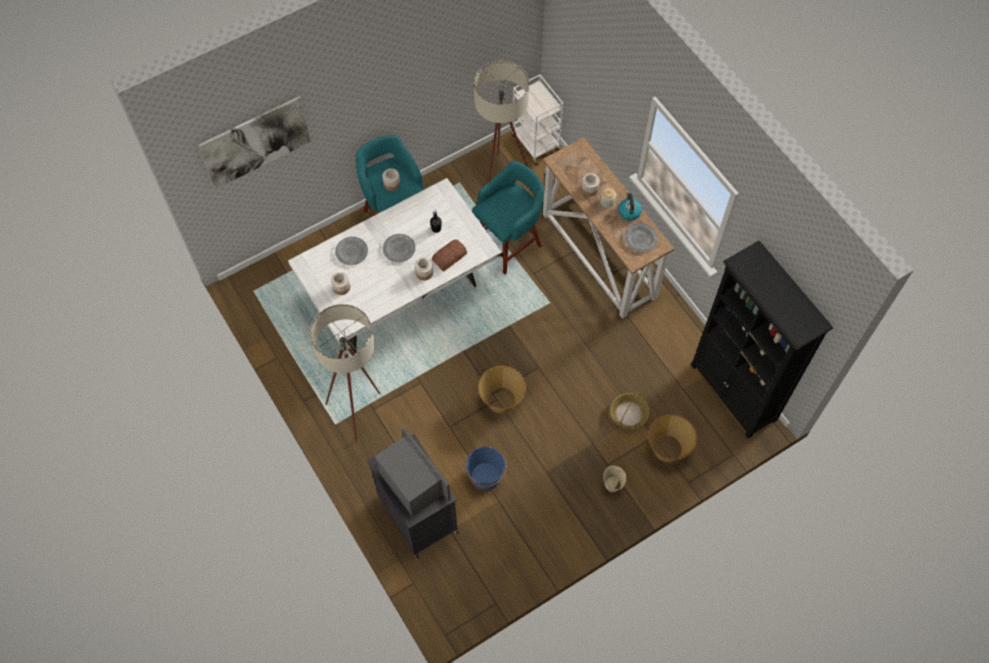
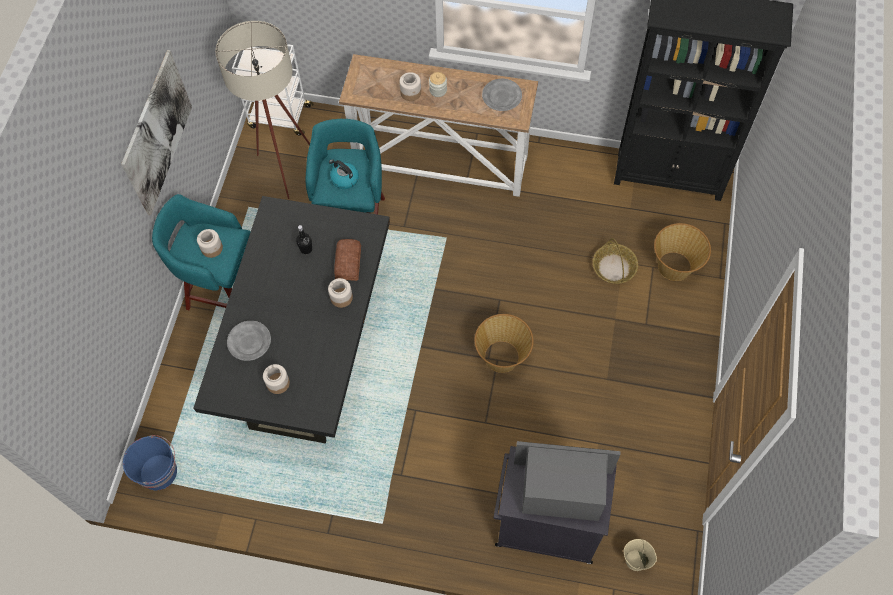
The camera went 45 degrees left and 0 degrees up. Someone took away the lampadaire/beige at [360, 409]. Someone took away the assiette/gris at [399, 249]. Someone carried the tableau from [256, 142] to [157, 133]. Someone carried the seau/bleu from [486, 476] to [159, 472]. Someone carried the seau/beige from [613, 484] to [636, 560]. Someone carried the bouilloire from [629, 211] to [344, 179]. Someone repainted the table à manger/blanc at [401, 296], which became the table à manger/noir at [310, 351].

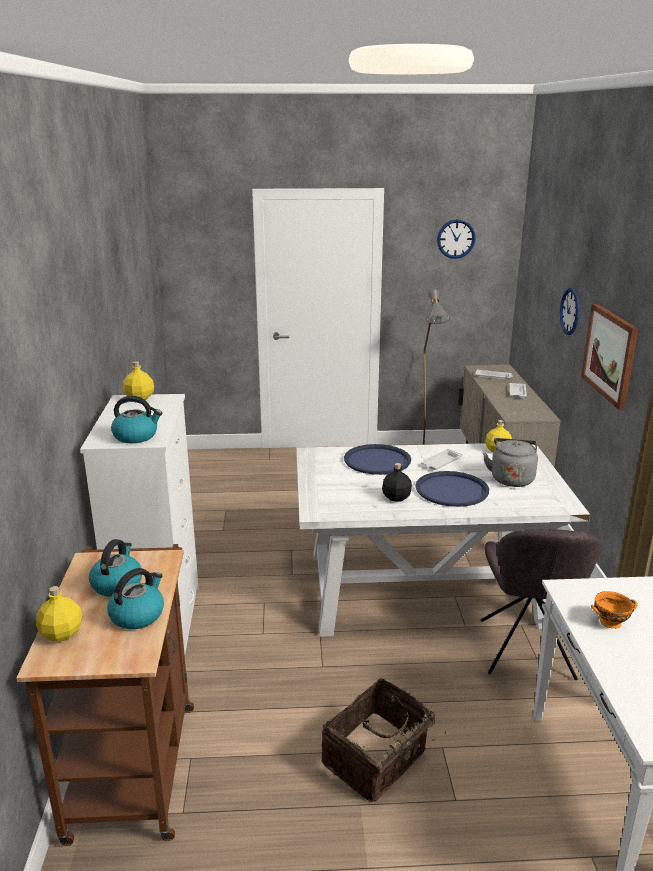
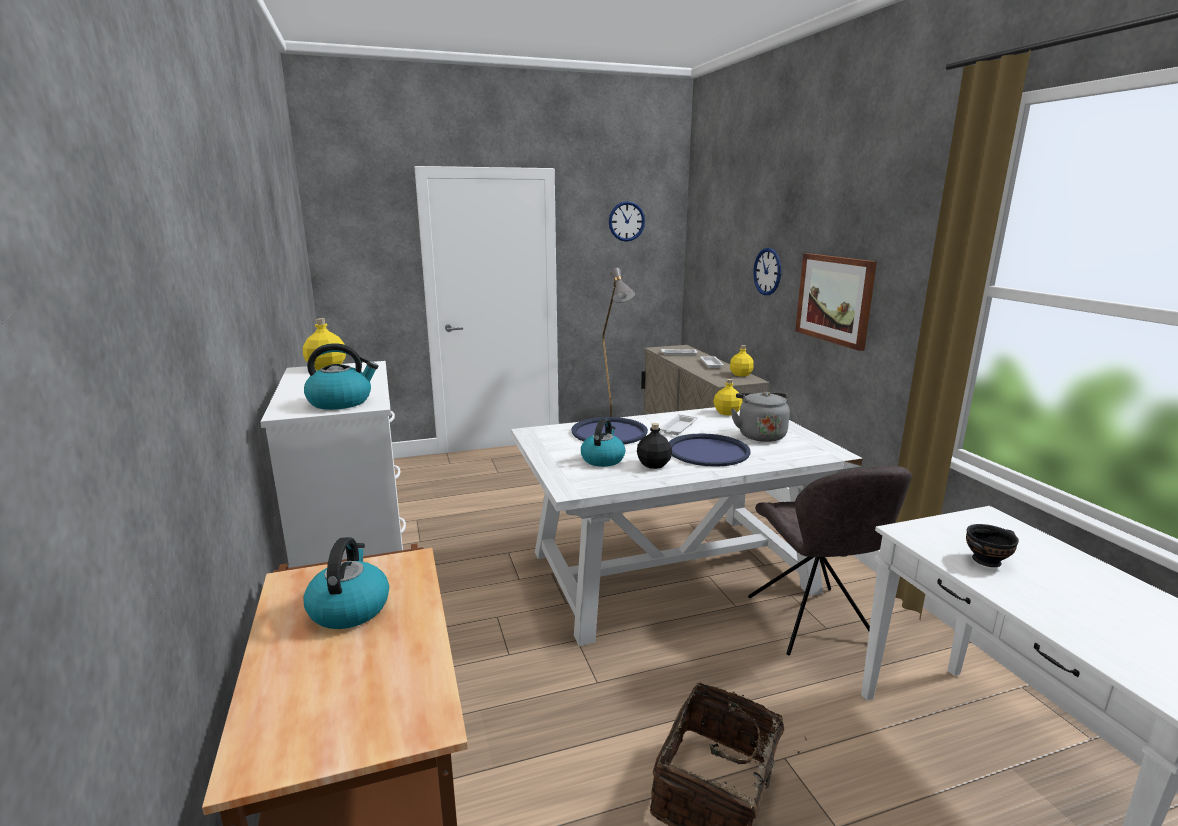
The camera went 15 degrees left and 5 degrees down. Someone carried the bouteille/jaune from [62, 633] to [741, 374]. Someone carried the bouilloire from [138, 615] to [603, 459]. Someone repainted the bol/orange at [611, 622], which became the bol/noir at [987, 560].

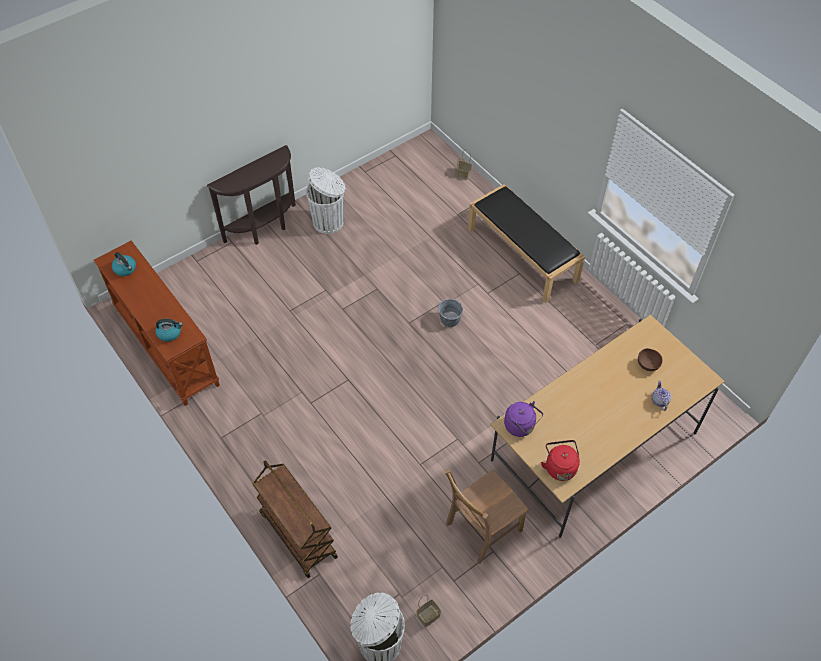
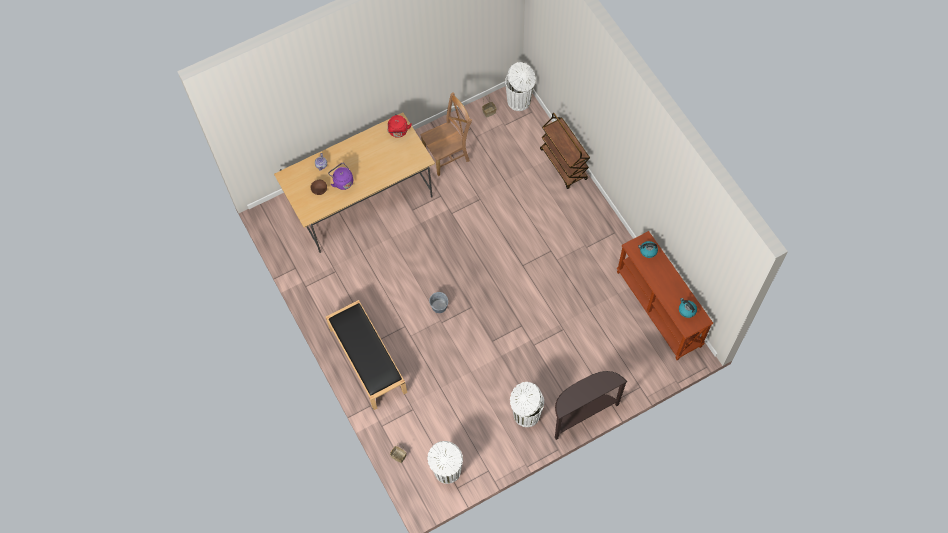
The camera went 170 degrees left and 10 degrees up. Someone put down the poubelle/blanc at [447, 471]. Someone carried the bouilloire/violet from [521, 426] to [342, 181].

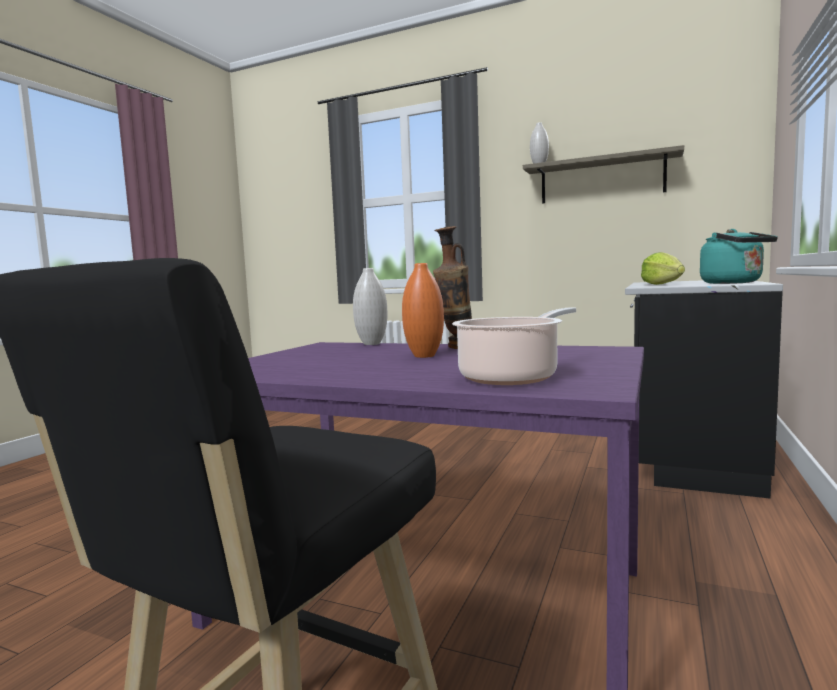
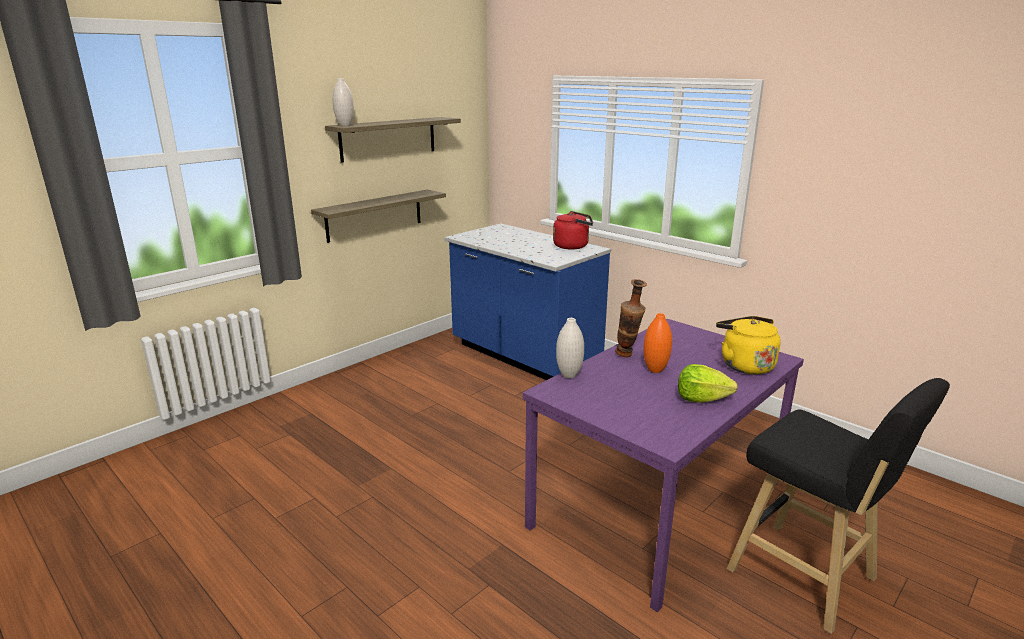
The camera went 70 degrees left and 15 degrees up. Someone put up the étagère at [374, 215]. Someone carried the laitue from [662, 284] to [701, 399]. Someone swapped the marmite at [512, 377] for the bouilloire/jaune at [744, 365]. Someone repainted the comptoir de cuisine/noir at [687, 453], which became the comptoir de cuisine/bleu at [524, 357]. Someone repainted the bouilloire/turquoise at [734, 283], which became the bouilloire/rouge at [573, 246].

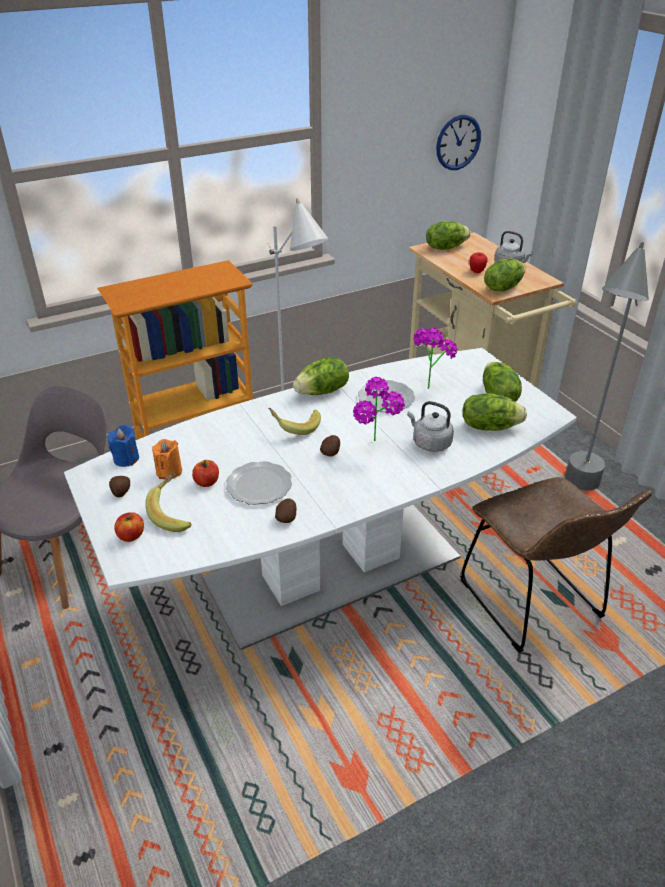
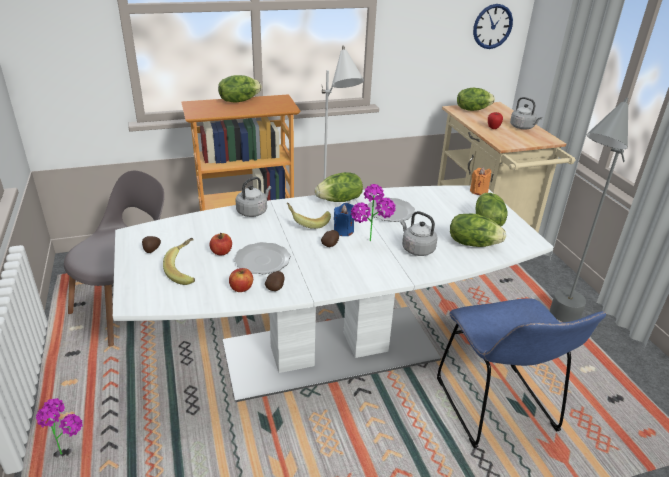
The camera went 10 degrees right and 5 degrees down. Someone put down the bouilloire/gris at [253, 211]. Someone carried the bougie/bleu from [126, 459] to [343, 231]. Someone carried the pomme from [131, 536] to [241, 288]. Someone carried the bougie/orange from [169, 471] to [478, 191]. Someone carried the plante en pot from [429, 384] to [68, 448]. Someone carried the laitue from [503, 287] to [239, 100]. Someone repainted the chaise/marron at [534, 604], which became the chaise/bleu at [498, 409].

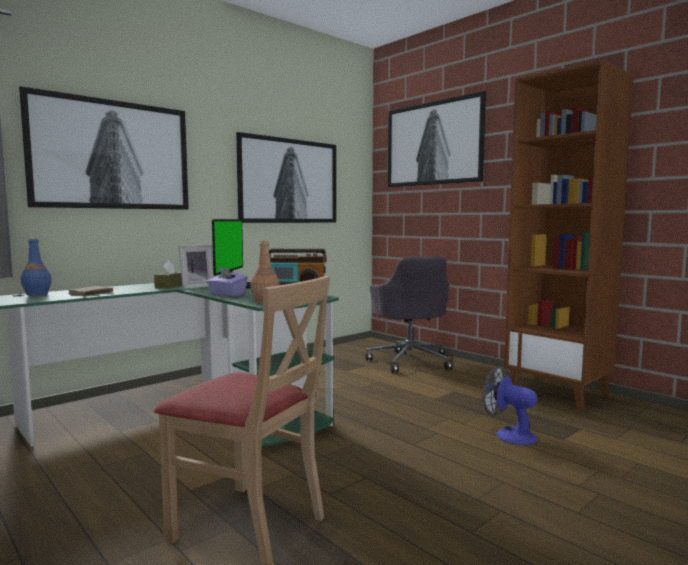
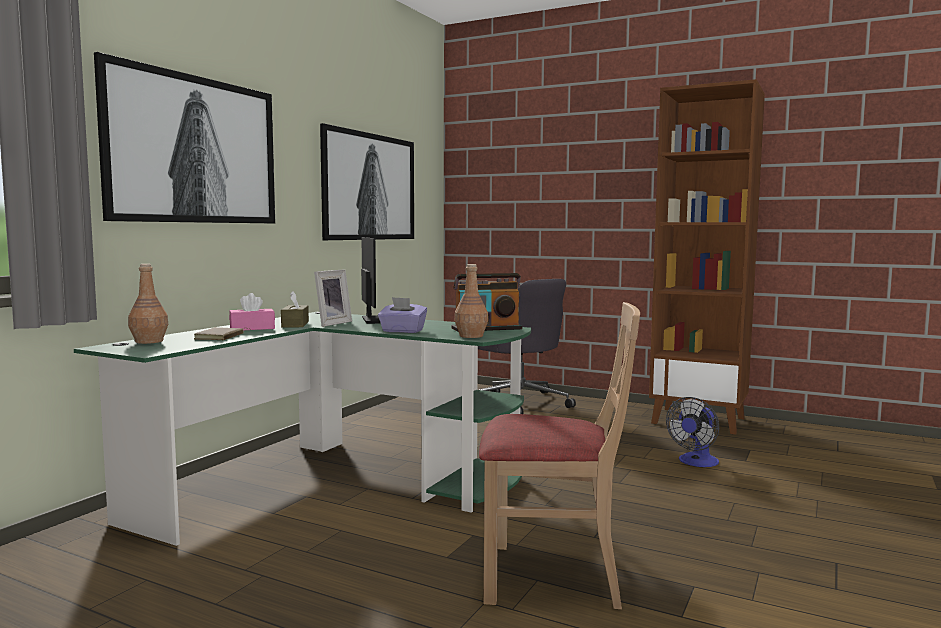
The camera went 20 degrees left and 0 degrees up. Someone took away the tableau at [433, 143]. Someone put down the boîte à mouchoirs/rose at [252, 328]. Someone repainted the bouteille/bleu at [37, 294], which became the bouteille/marron at [149, 341]. Someone rotated the ventilateur at [509, 434] by 75 degrees counterclockwise.

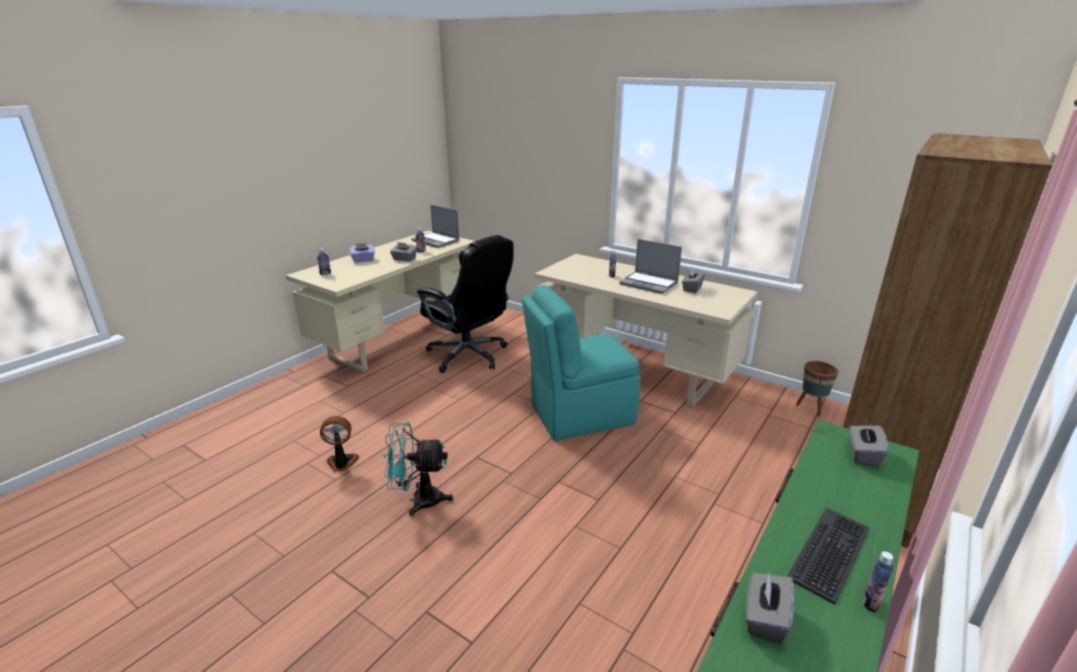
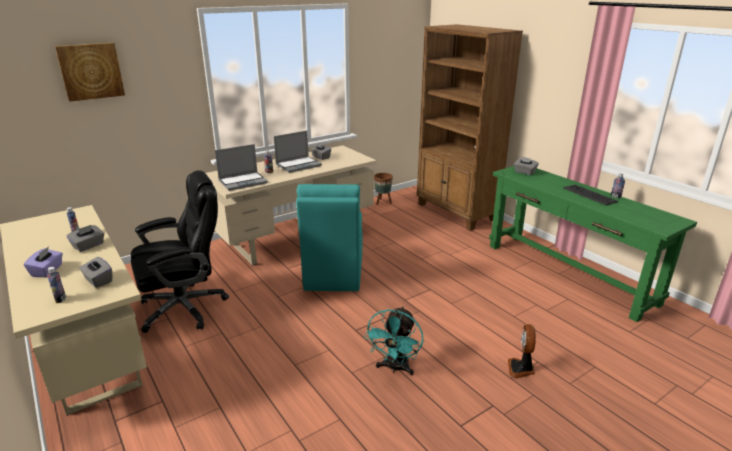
The camera went 70 degrees left and 0 degrees up. Someone put up the tableau at [91, 71]. Someone carried the ventilateur from [342, 463] to [521, 369]. Someone carried the ordinateur portable from [436, 241] to [243, 182]. Someone carried the boîte à mouchoirs/gris from [765, 619] to [98, 280].

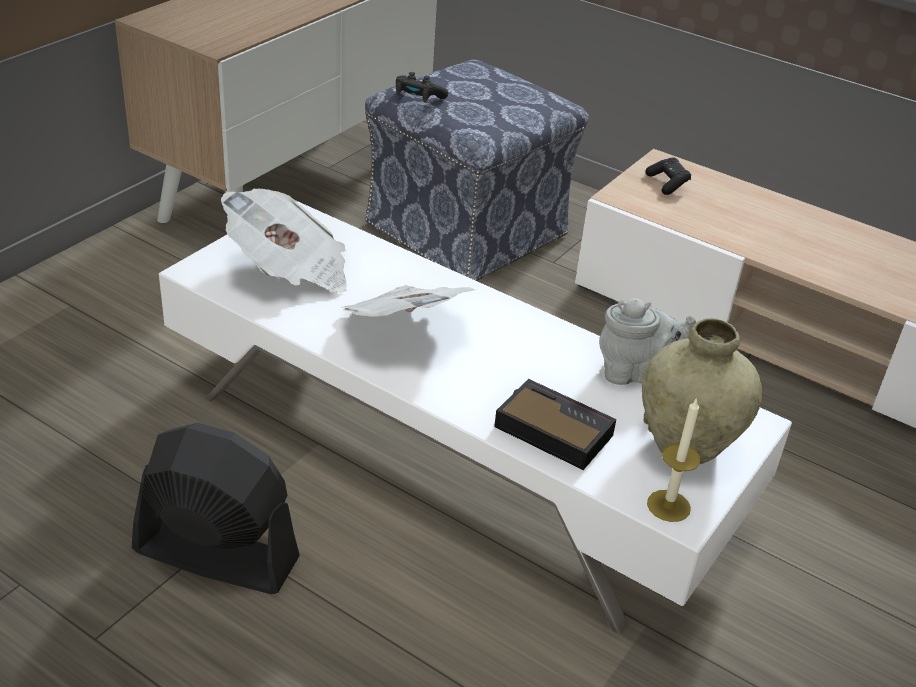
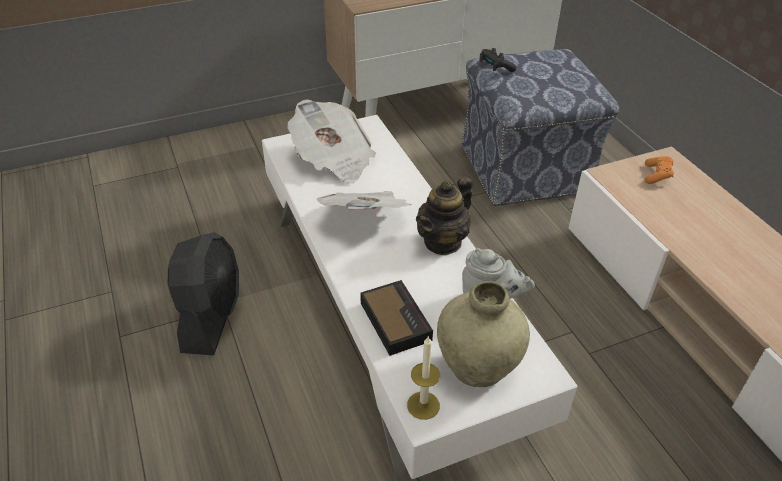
The camera went 35 degrees right and 5 degrees up. Someone put down the théière at [443, 242]. Someone repainted the manette/noir at [667, 184], which became the manette/orange at [657, 176]. Someone rotated the ventilateur/noir at [215, 554] by 45 degrees clockwise.

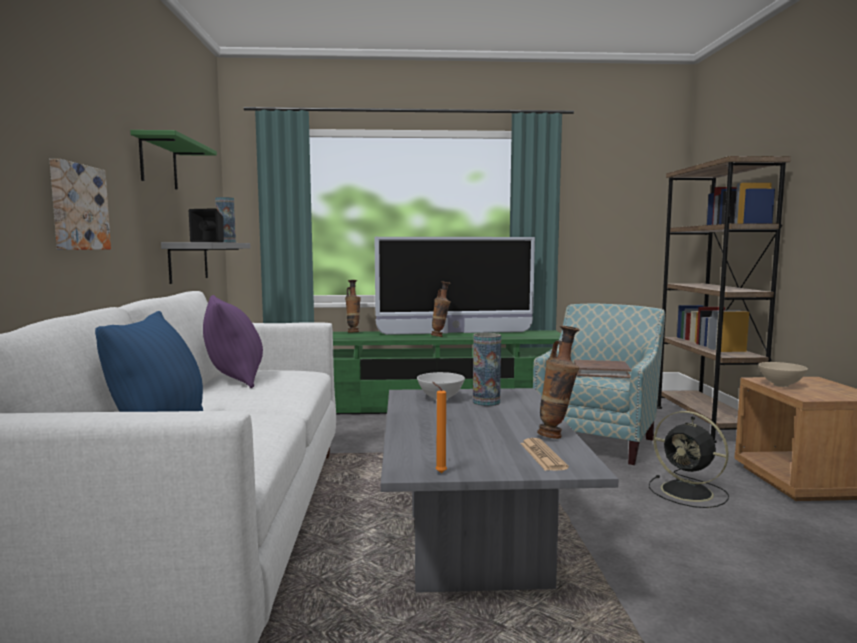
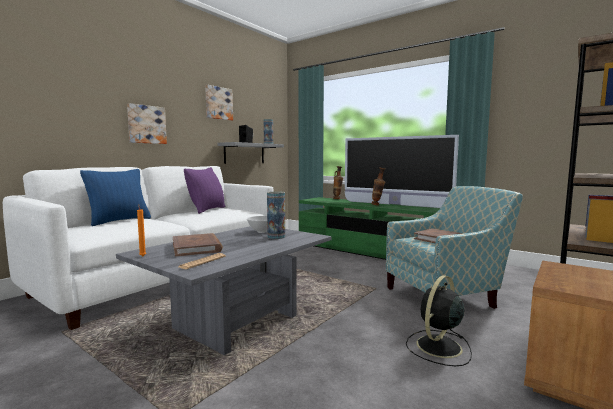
The camera went 40 degrees right and 0 degrees up. Someone took away the vase at [557, 436]. Someone took away the bol/beige at [781, 385]. Someone put down the livre/marron at [197, 247]. Someone swapped the étagère/vert at [158, 163] for the tableau at [218, 103]. Someone rotated the ventilateur/noir at [689, 492] by 45 degrees clockwise.

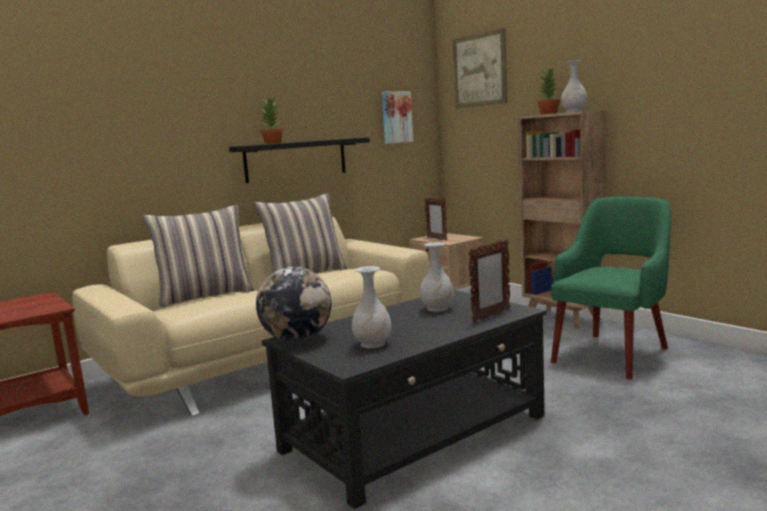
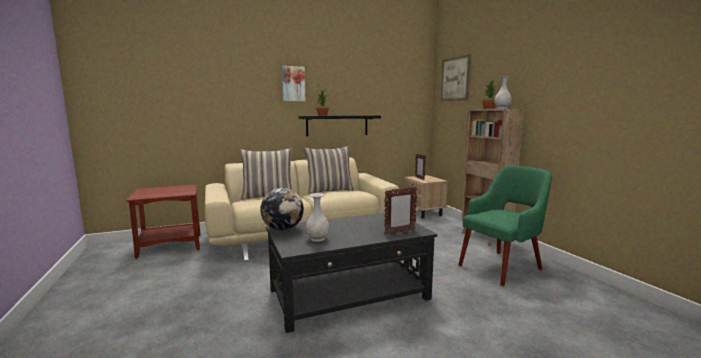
The camera went 15 degrees right and 0 degrees up. Someone took away the vase/blanc at [438, 309]. Someone carried the tableau from [396, 117] to [293, 84].

